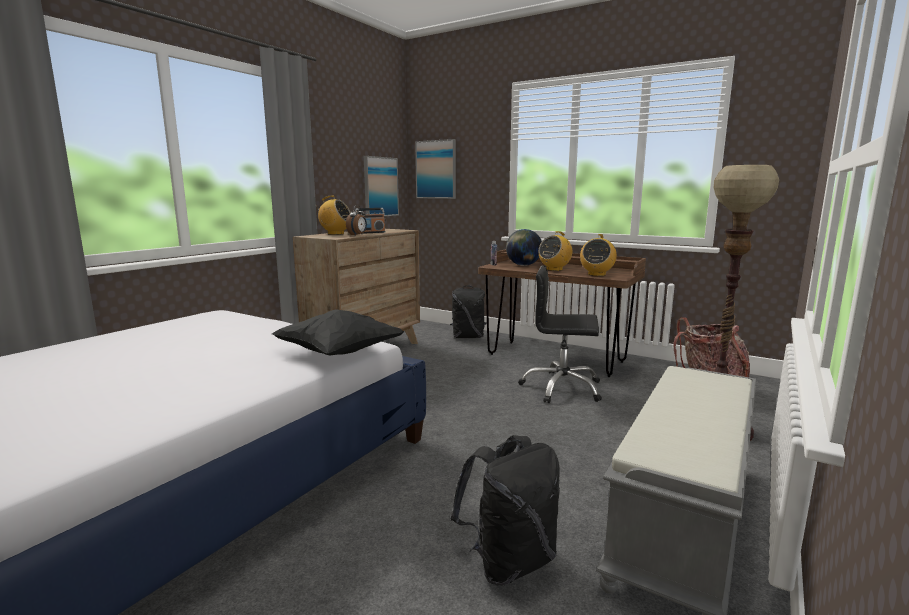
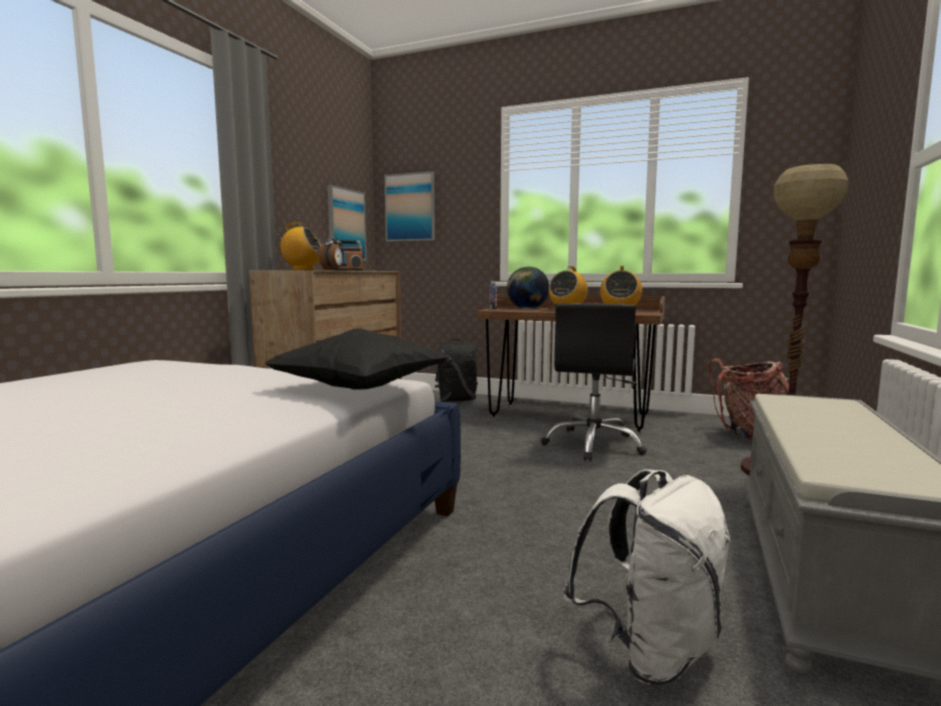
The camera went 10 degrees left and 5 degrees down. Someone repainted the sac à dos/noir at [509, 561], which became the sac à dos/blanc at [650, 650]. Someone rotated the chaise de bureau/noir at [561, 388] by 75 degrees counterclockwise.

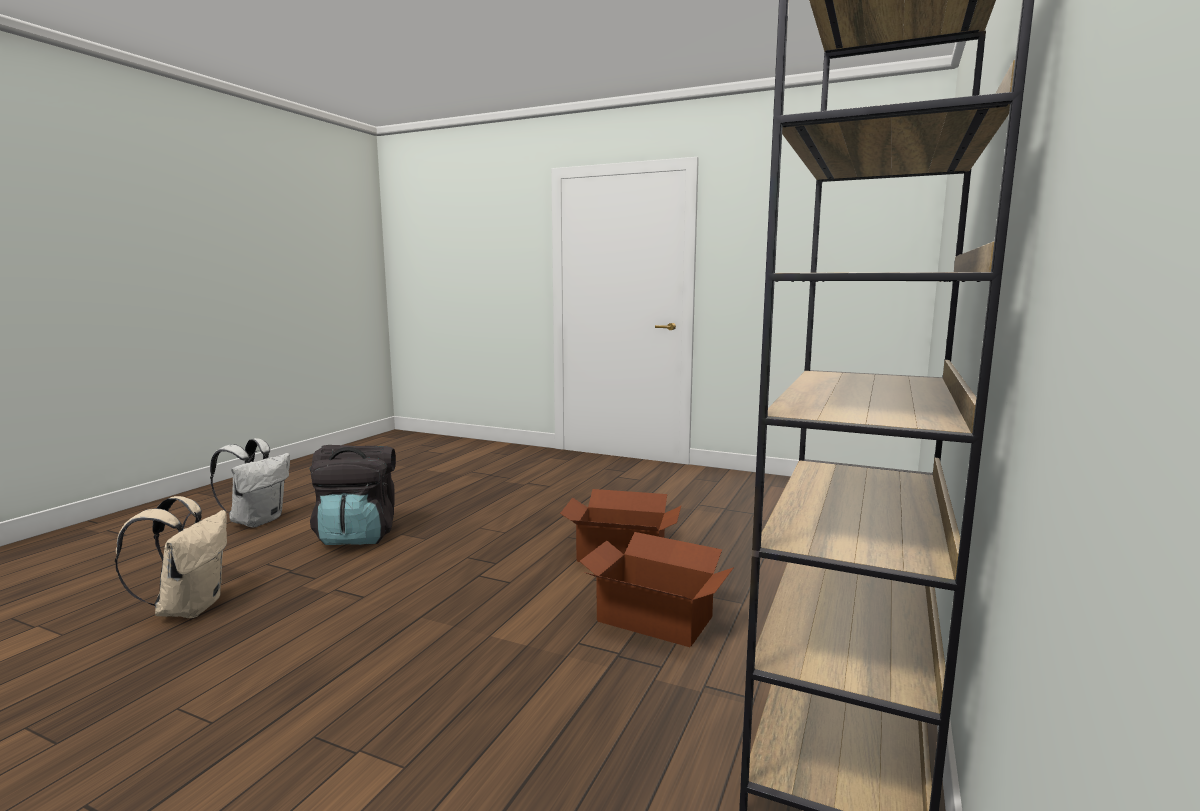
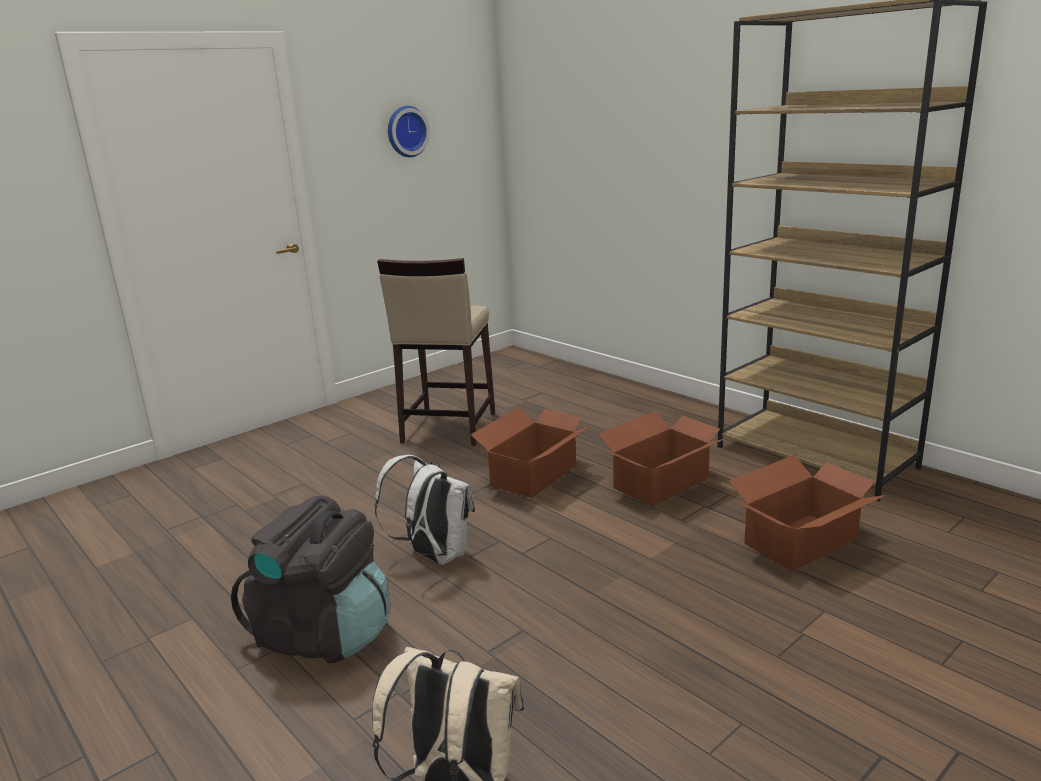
The camera went 65 degrees left and 10 degrees up. Someone put down the tabouret/beige at [448, 428]. Someone put up the horloge murale at [406, 131]. Someone put down the carton at [802, 542]. Someone carried the sac à dos/blanc from [257, 521] to [434, 555].

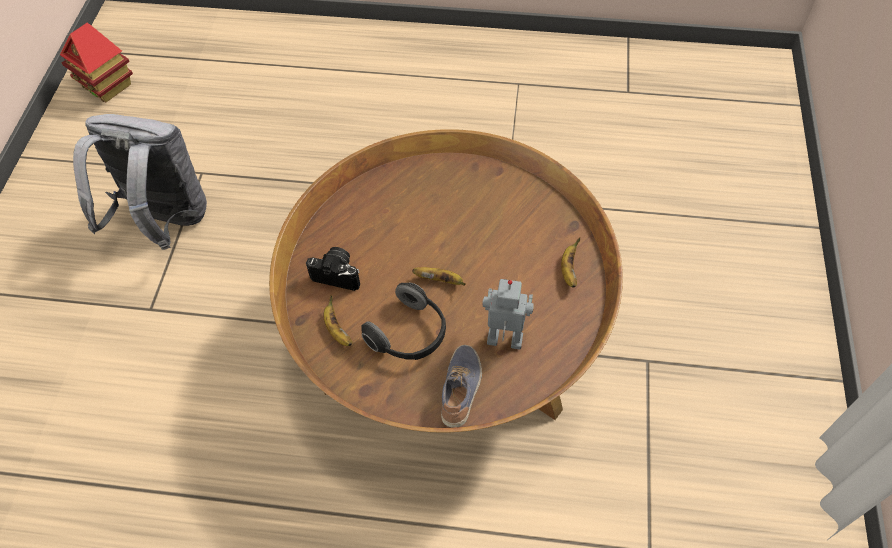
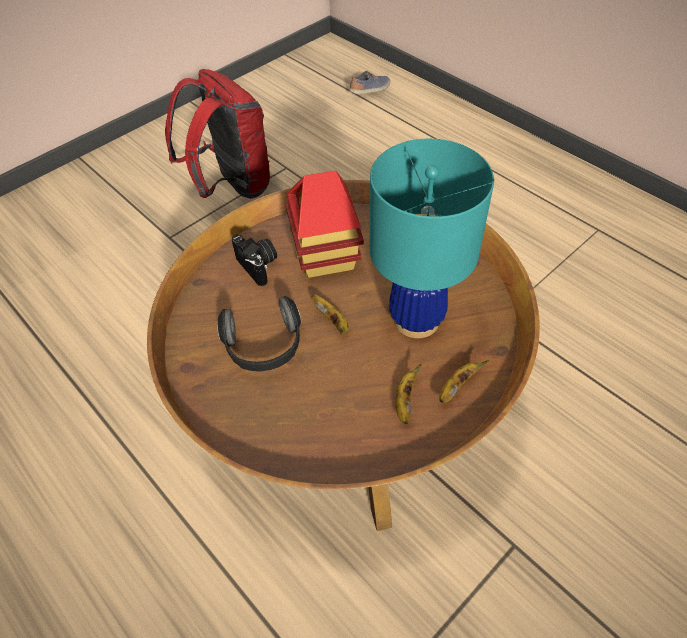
The camera went 40 degrees right and 5 degrees down. Someone took away the robot jouet at [504, 342]. Someone put down the lampe de table/turquoise at [416, 320]. Someone carried the maison miniature from [107, 86] to [326, 256]. Someone carried the banane from [337, 330] to [405, 401]. Someone carried the chaussure from [461, 390] to [370, 91]. Someone repainted the sac à dos/gris at [164, 222], which became the sac à dos/rouge at [232, 186].

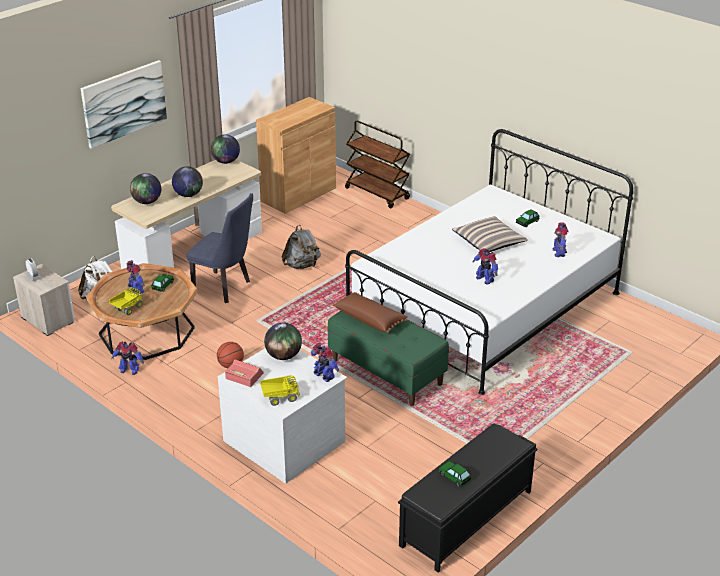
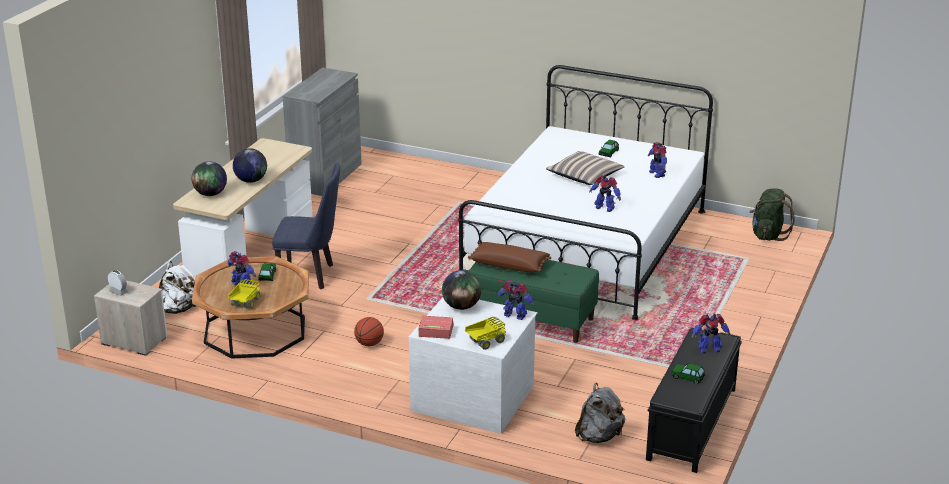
The camera went 20 degrees left and 5 degrees down. Someone took away the tableau at [124, 103]. Someone took away the globe at [226, 162]. Someone took away the chariot/marron at [377, 194]. Someone put down the sac à dos/vert at [768, 235]. Someone carried the robot jouet from [129, 370] to [708, 349]. Someone carried the sac à dos/gris from [302, 265] to [599, 436]. Someone repainted the meuble de rangement/marron at [298, 194], which became the meuble de rangement/gris at [325, 176].

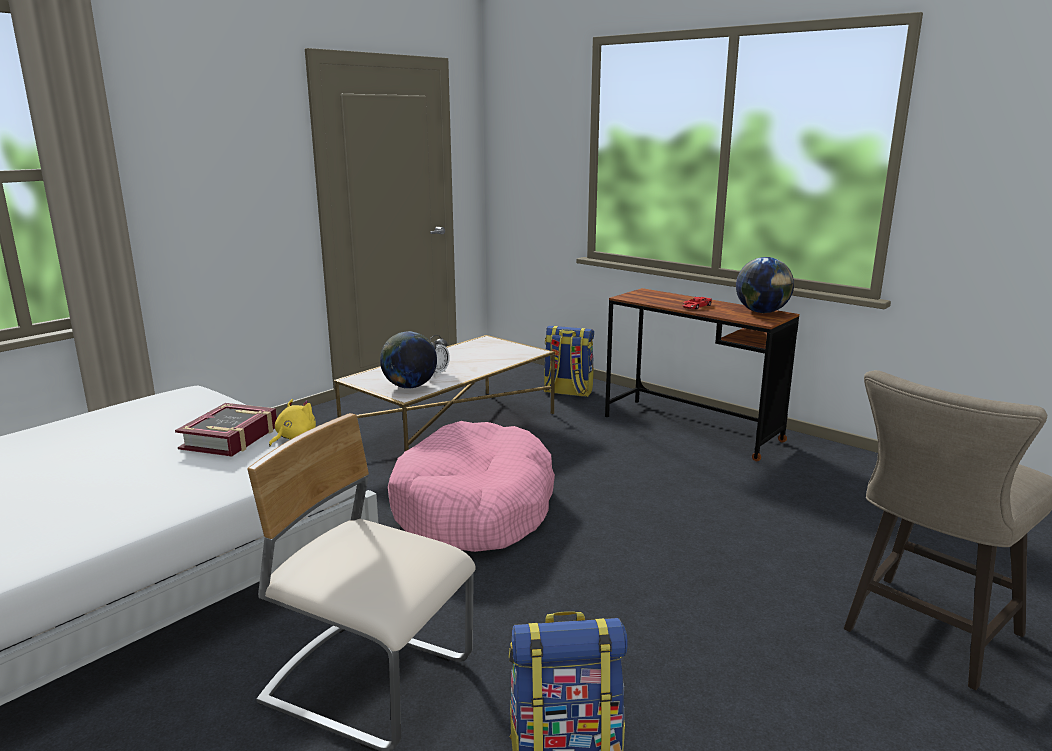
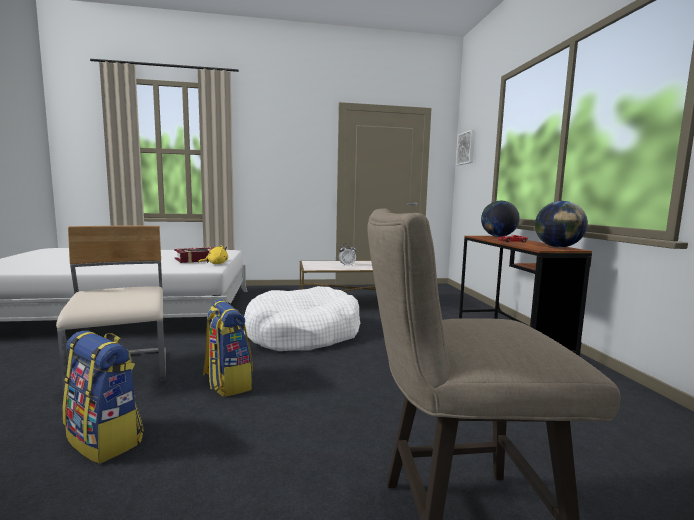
The camera went 40 degrees right and 10 degrees down. Someone put up the tableau at [466, 148]. Someone carried the globe from [409, 387] to [498, 236]. Someone carried the sac à dos from [567, 392] to [227, 383]. Someone repainted the panier pour chien/rose at [474, 509], which became the panier pour chien/blanc at [303, 334].

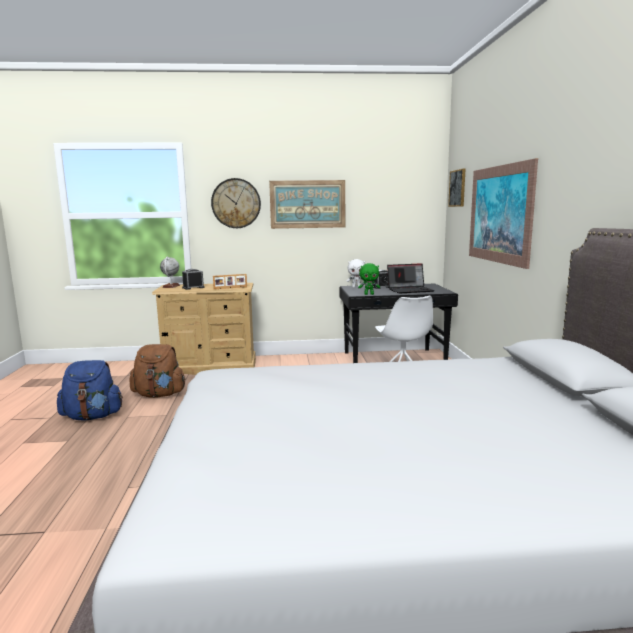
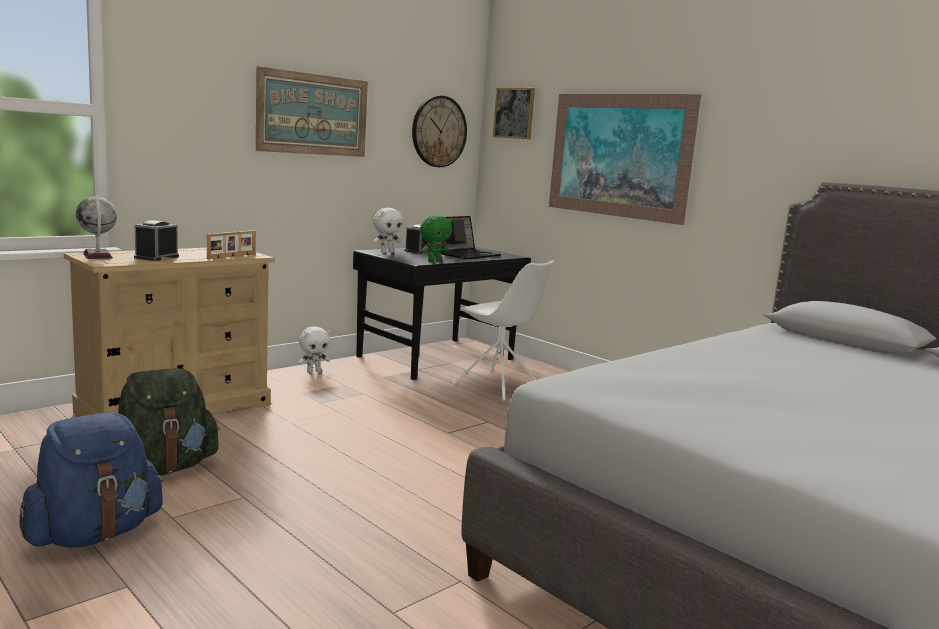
The camera went 40 degrees left and 0 degrees up. Someone put down the peluche/blanc at [313, 372]. Someone carried the horloge murale from [236, 203] to [439, 131]. Someone repainted the sac à dos/marron at [159, 394], which became the sac à dos/vert at [163, 468].

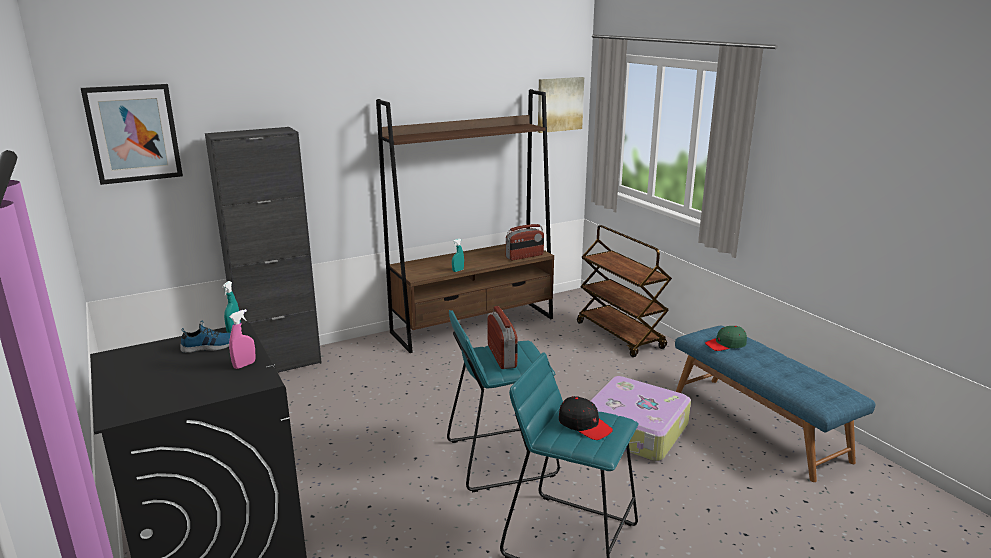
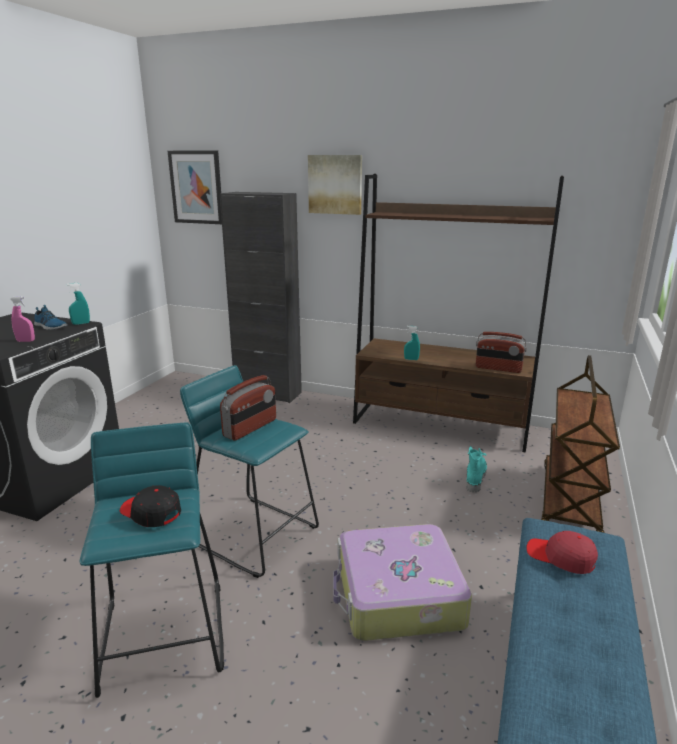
The camera went 50 degrees right and 0 degrees up. Someone put down the botte/turquoise at [474, 478]. Someone carried the tableau from [559, 104] to [335, 184]. Someone repainted the casquette/vert at [726, 344], which became the casquette/rouge at [561, 557]. Someone rotated the casquette/noir at [584, 425] by 120 degrees clockwise.

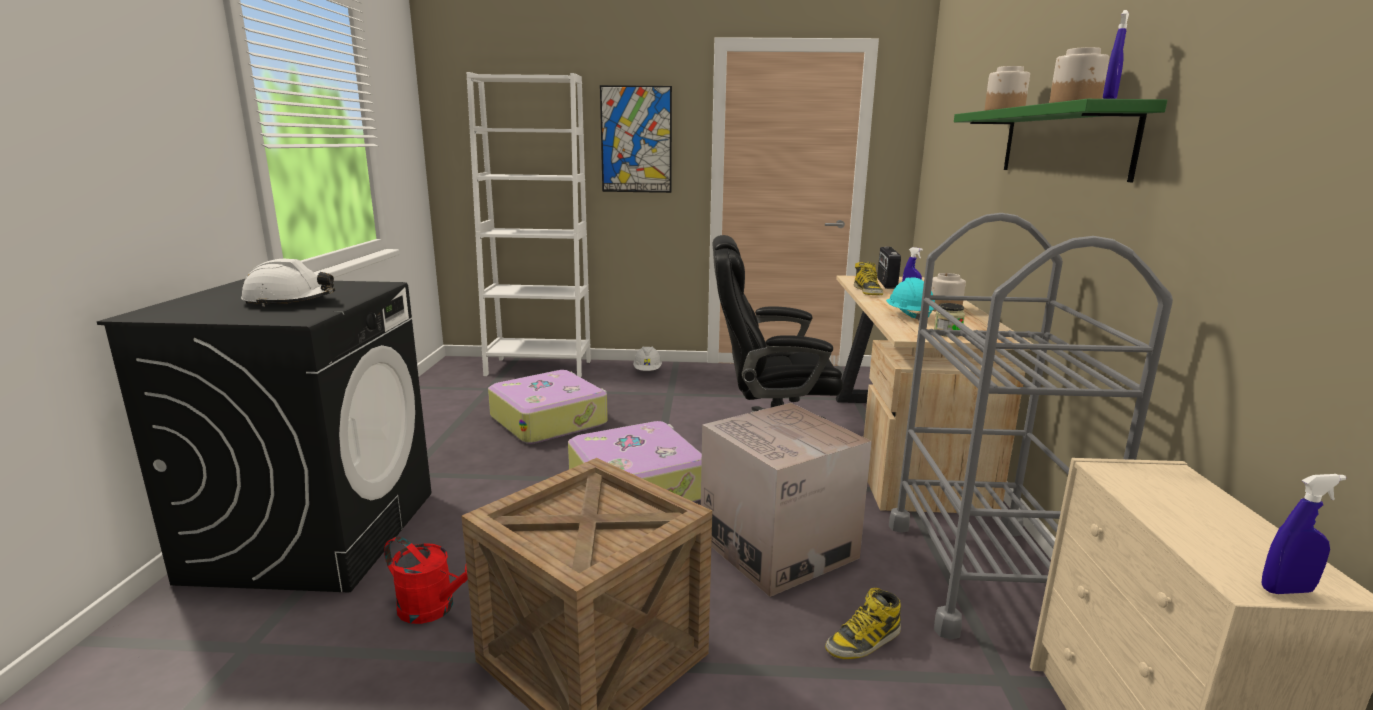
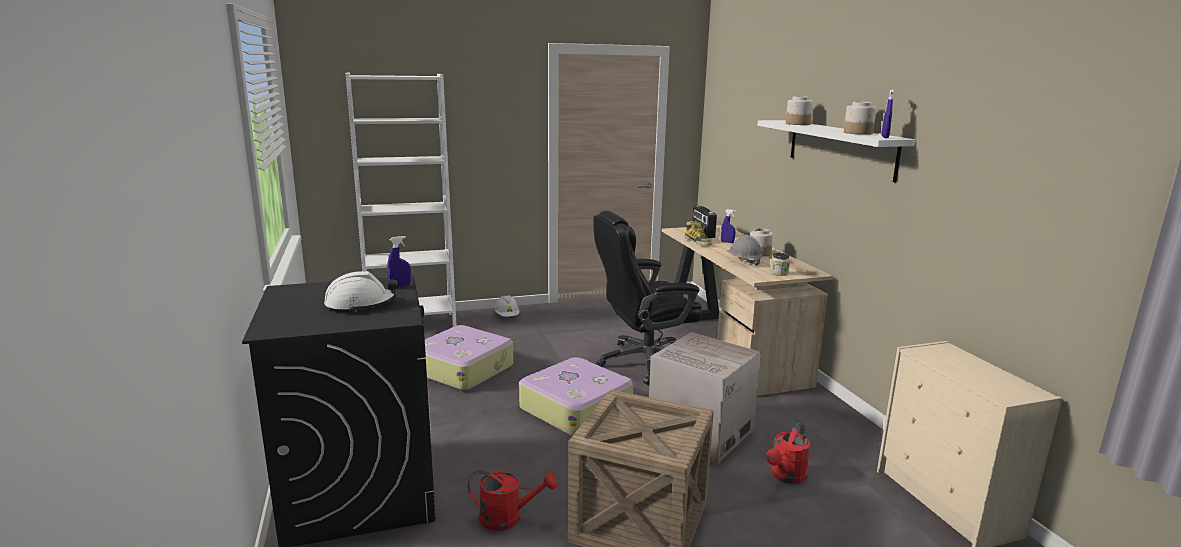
The camera went 20 degrees left and 0 degrees up. Someone took away the tableau at [636, 140]. Someone took away the chariot/gris at [982, 575]. Someone carried the vaporisateur/bleu from [1286, 590] to [400, 286]. Someone swapped the botte at [863, 641] for the arrosoir/rouge at [786, 477]. Someone repainted the casque de chantier/turquoise at [909, 316], which became the casque de chantier/gris at [744, 261]. Someone repainted the étagère/vert at [1063, 142], which became the étagère/blanc at [840, 148].

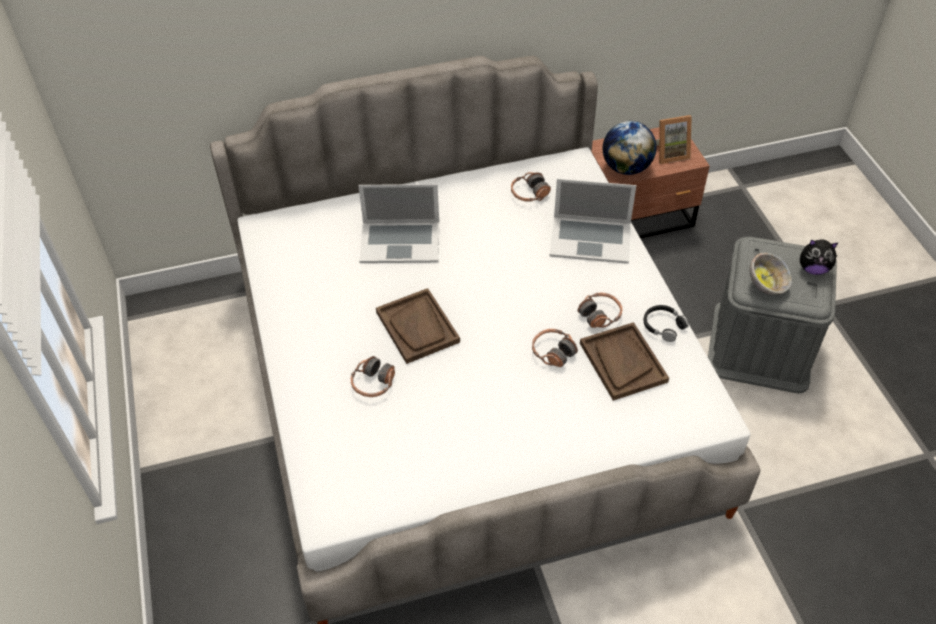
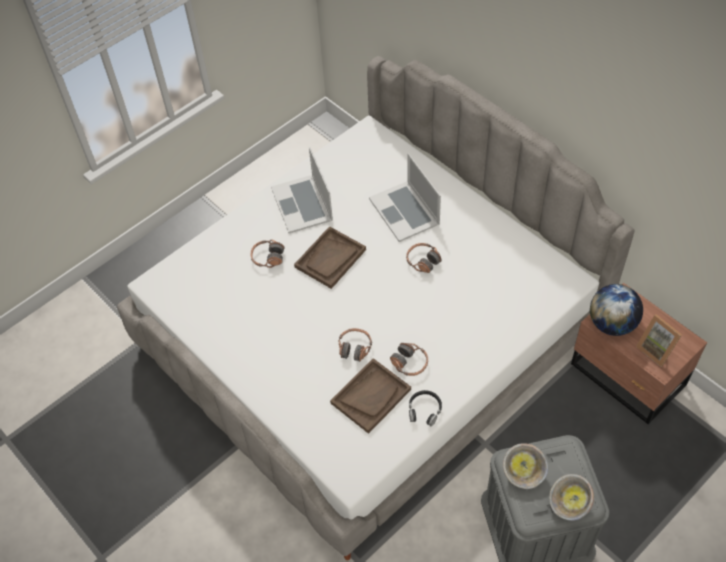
The camera went 65 degrees right and 5 degrees up. Someone carried the casque audio from [529, 193] to [423, 261]. Someone carried the ordinateur portable from [590, 239] to [302, 204]. Someone swapped the peluche at [813, 269] for the bol at [569, 504].

